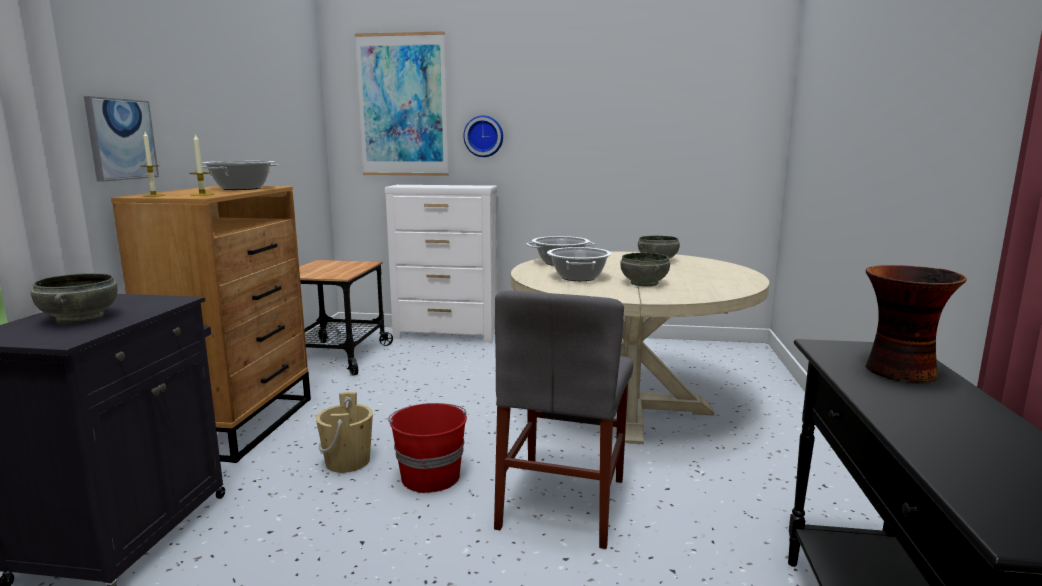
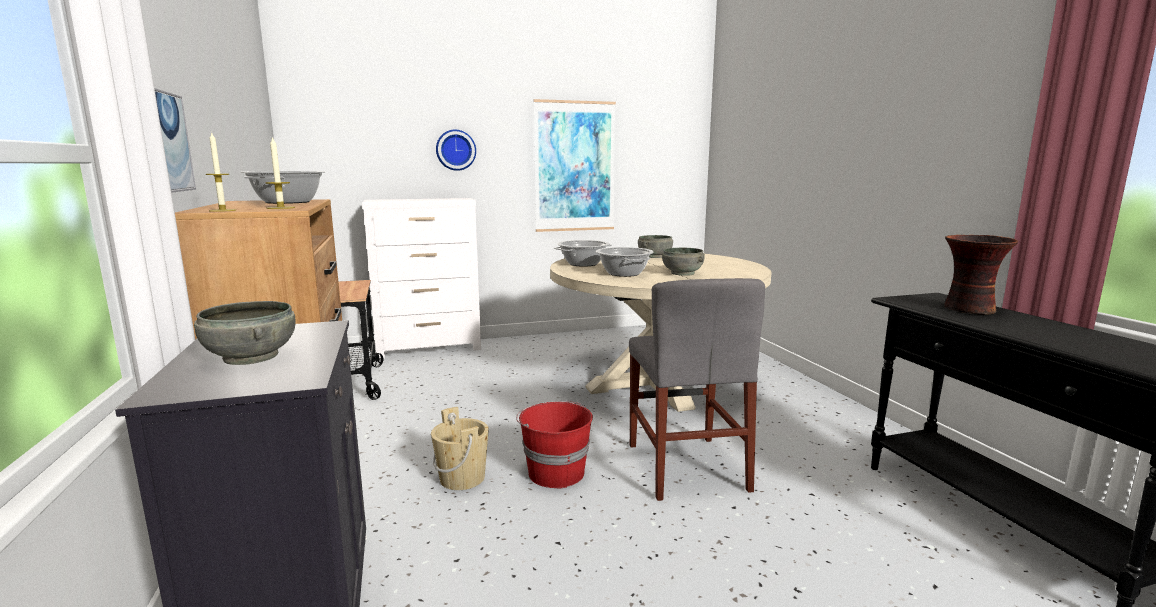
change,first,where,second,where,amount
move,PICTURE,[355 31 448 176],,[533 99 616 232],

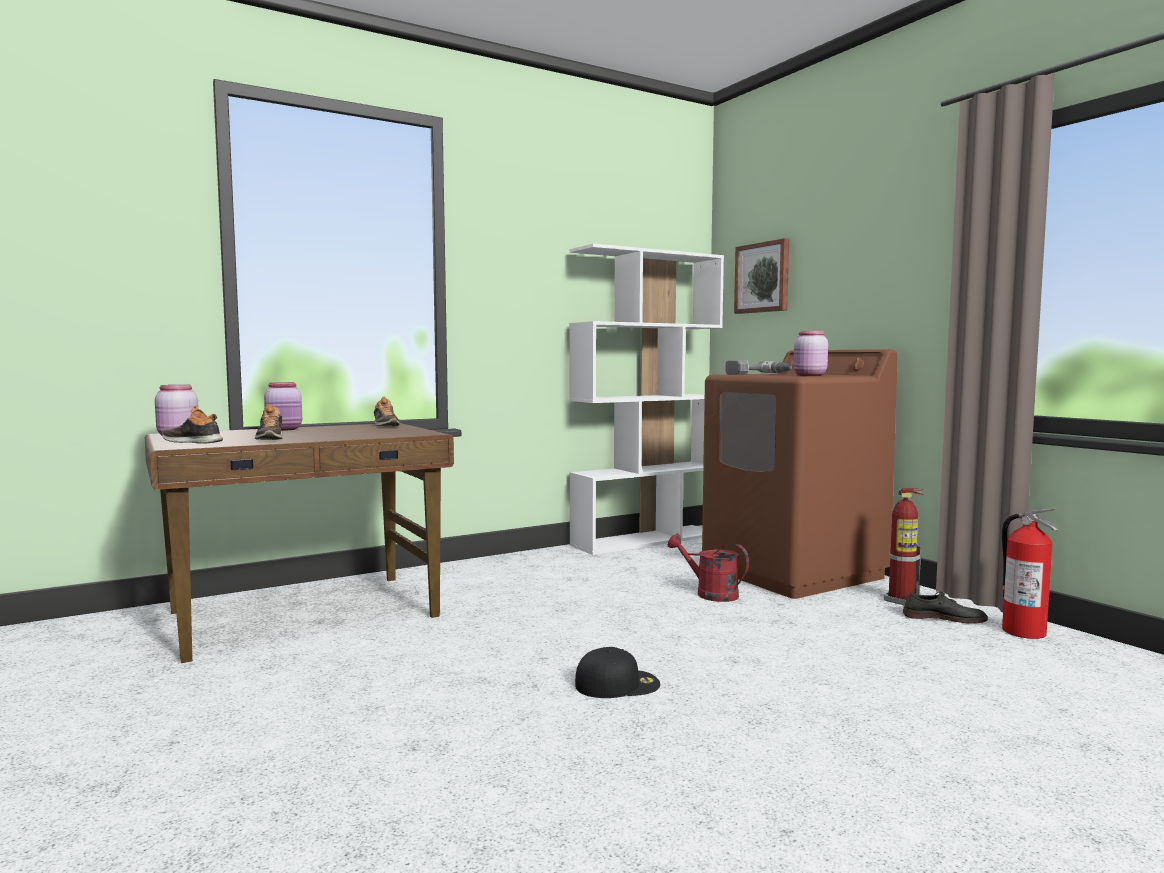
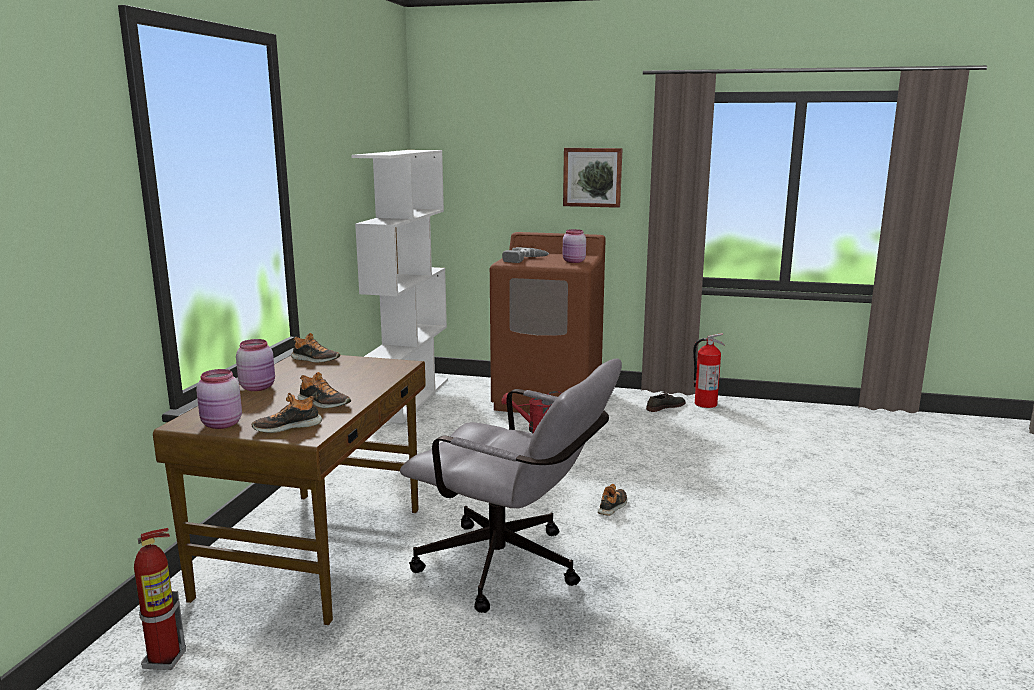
change,first,where,second,where,amount
insert,,,GREY OFFICE CHAIR,[400 358 622 613],
move,PICTURE,[734 238 789 314],,[563 148 623 208],
move,FIRE EXTINGUISHER,[883 488 924 606],,[134 528 186 670],
replace,BLACK CAP,[575 647 660 698],SHOE,[598 484 627 516],

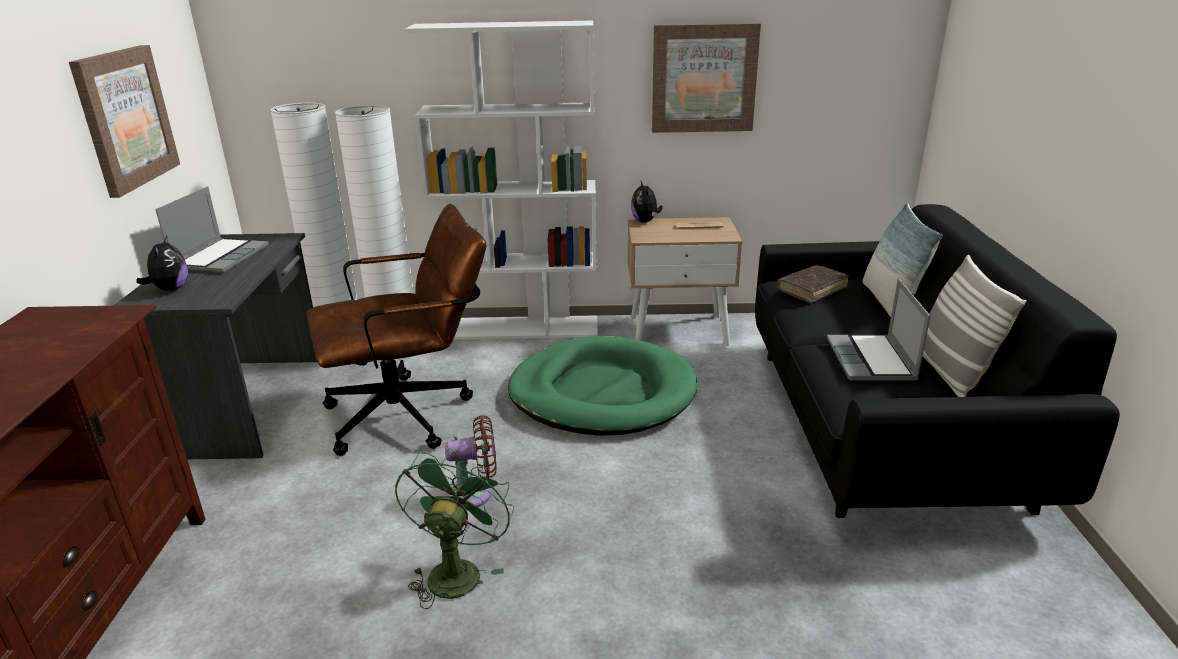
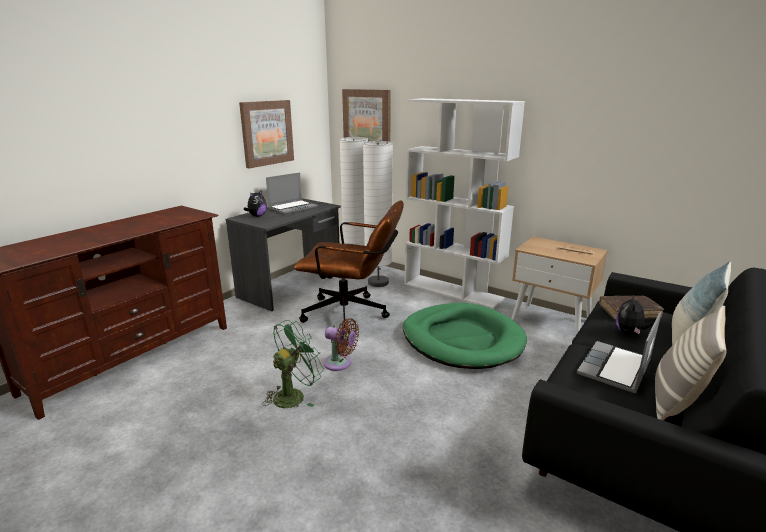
change,first,where,second,where,amount
move,PLUSH TOY,[631 181 663 223],,[616 294 652 335],
move,PICTURE,[652 23 761 133],,[342 89 391 142],

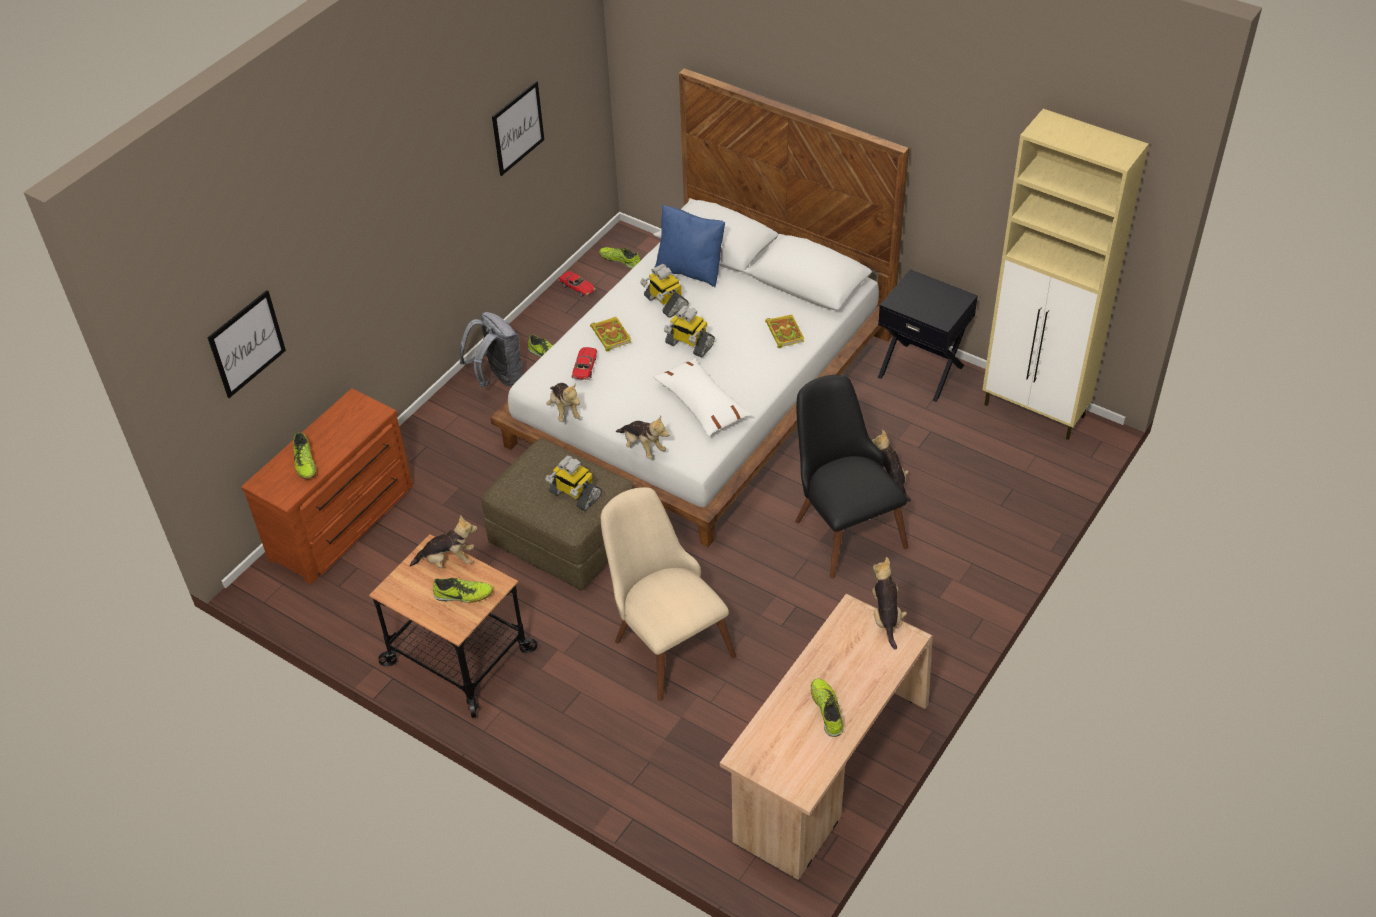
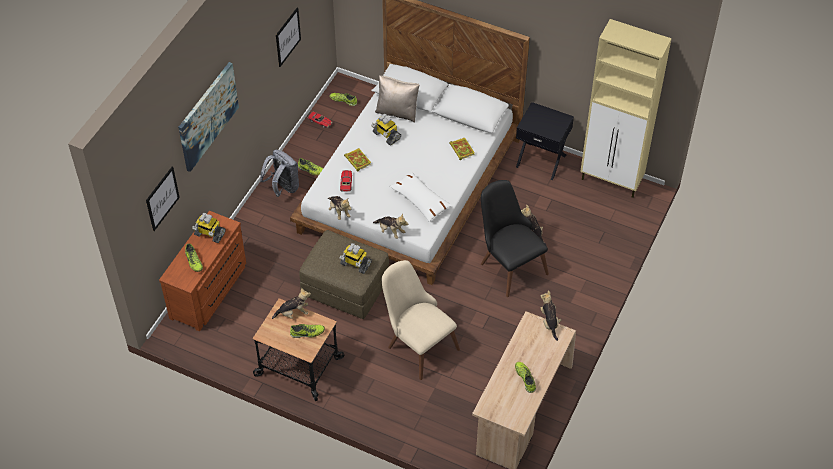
change,first,where,second,where,amount
insert,,,PICTURE,[178 62 239 172],
move,TOY ROBOT,[664 305 715 357],,[192 213 226 243],
recolor,BLUE PILLOW,[654 205 725 287],BEIGE PILLOW,[375 75 419 123],

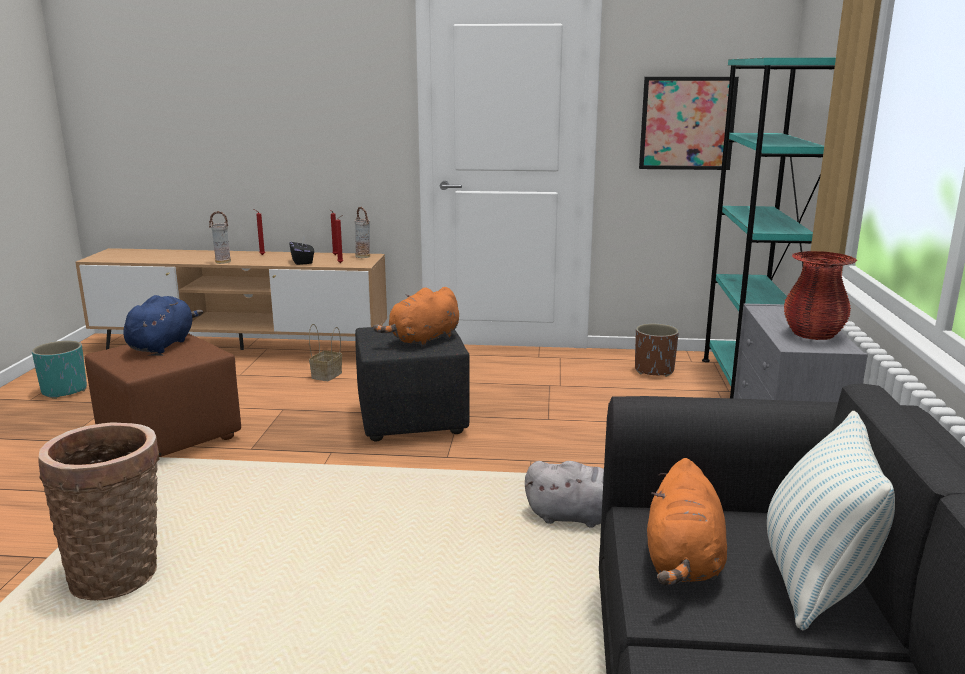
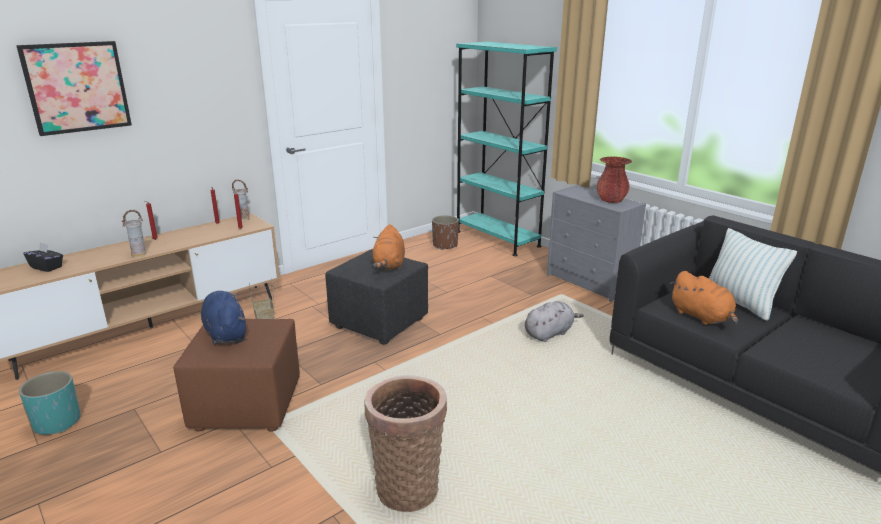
change,first,where,second,where,amount
move,BLACK TISSUE BOX,[290 237 314 265],,[24 242 63 272],
move,PICTURE,[639 77 739 170],,[16 41 132 136],

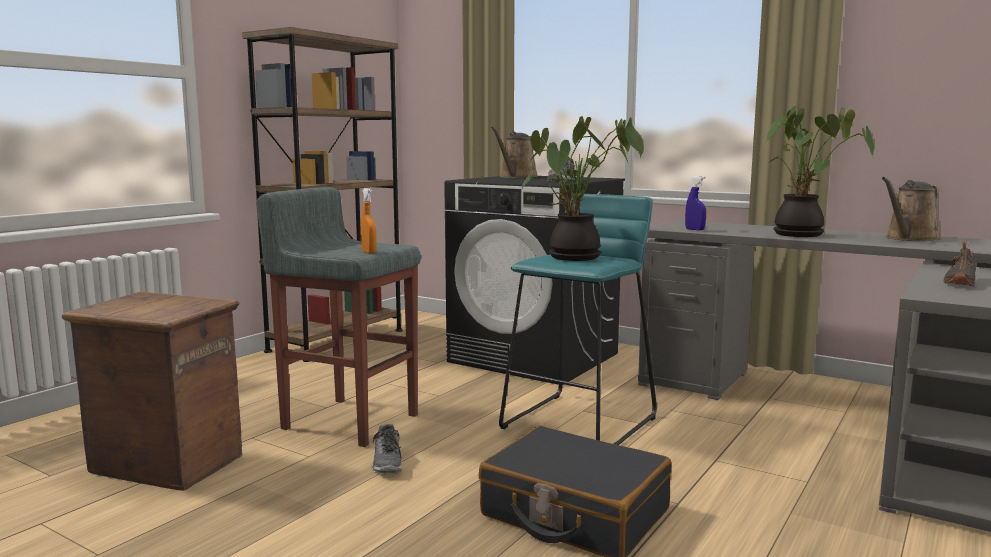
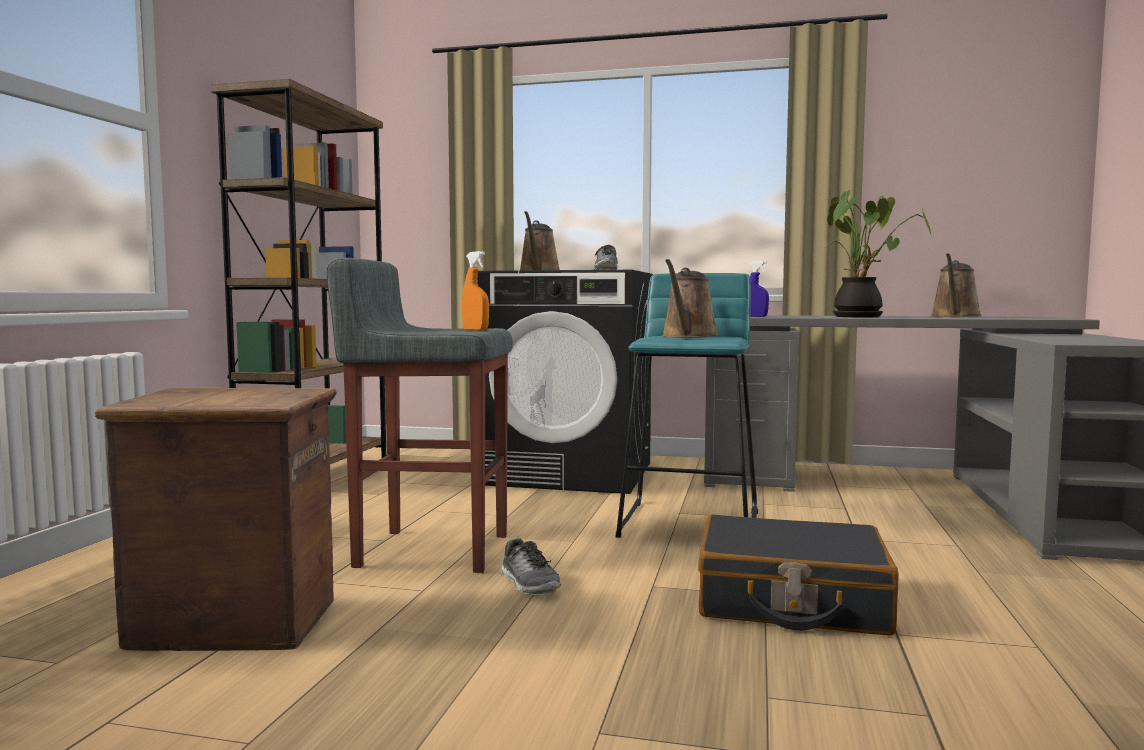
change,first,where,second,where,amount
delete,BLACK SHOE,[943 241 976 286],,,
replace,POTTED PLANT,[521 116 644 261],BROWN WATERING CAN,[662 259 719 338],

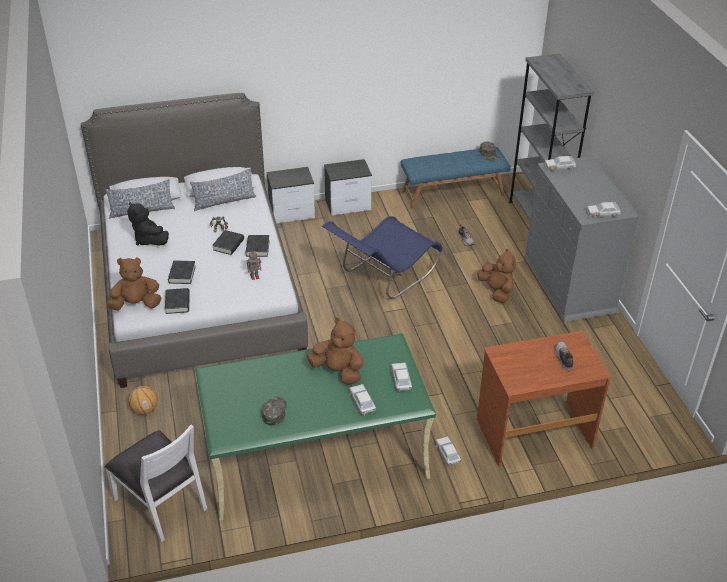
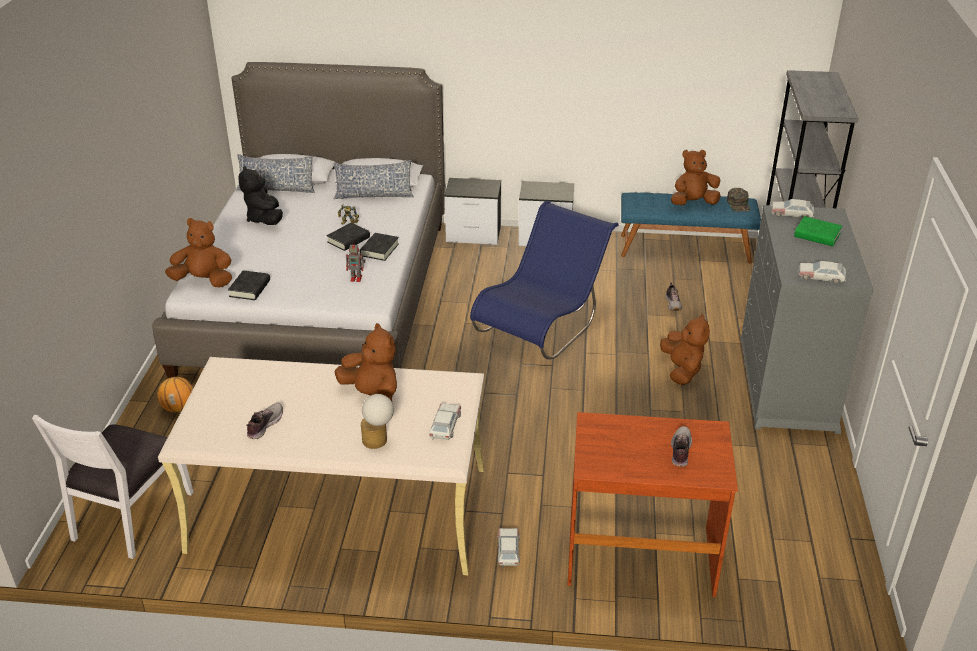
change,first,where,second,where,amount
delete,BLACK BOOK,[168 261 196 284],,,
insert,,,BROWN PLUSH TOY,[671 150 720 205],
insert,,,GREEN BOOK,[794 216 842 246],
replace,GREEN CAP,[262 396 287 426],SHOE,[246 403 283 439],
replace,TOY CAR,[349 384 376 416],TABLE LAMP,[361 394 394 449],
recolor,GREEN DESK,[195 333 436 520],BEIGE DESK,[158 357 484 575],
rotate,WHITE CHAIR,[105 424 207 542],,[32 414 194 559],45 degrees clockwise
rotate,BLUE CHAIR,[322 216 442 299],,[470 201 618 359],150 degrees clockwise

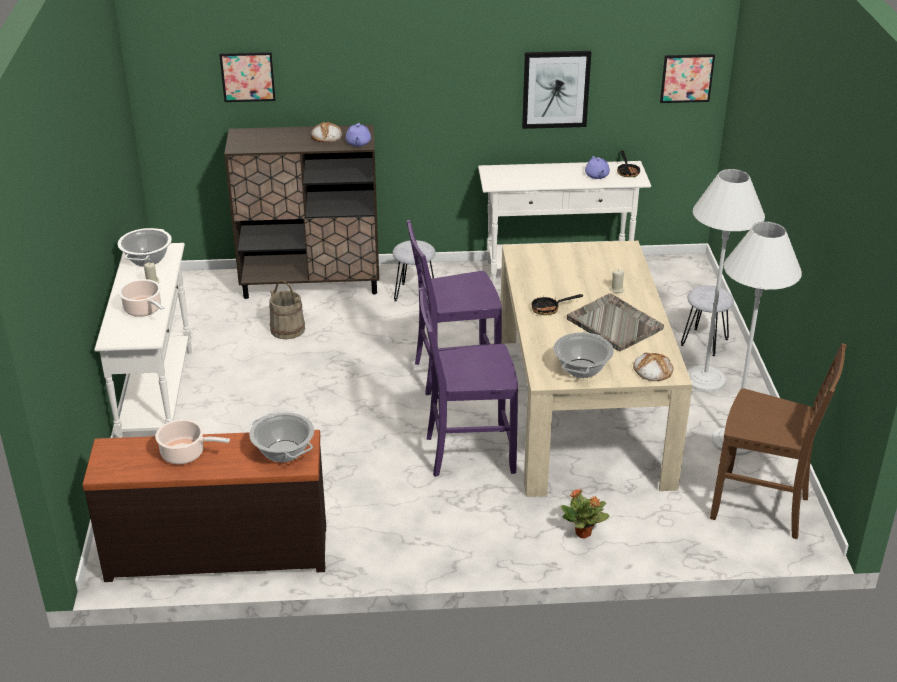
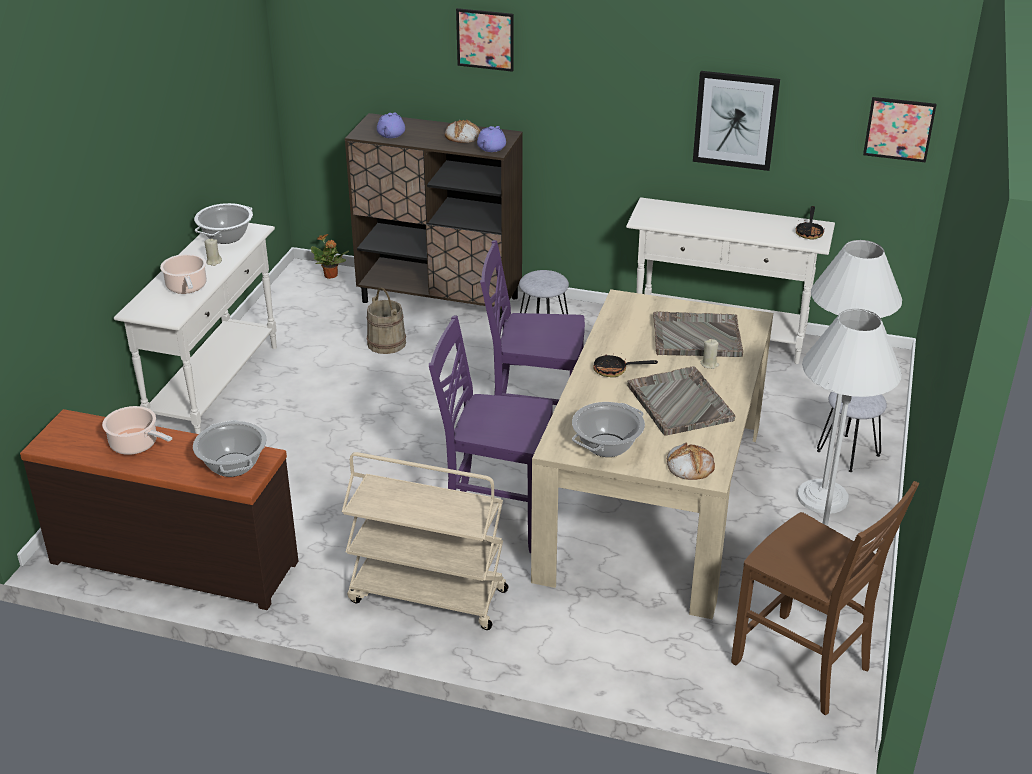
change,first,where,second,where,amount
insert,,,BEIGE CART,[342 452 508 630],
insert,,,GREY TRAY,[653 311 743 357],
move,PICTURE,[219 52 276 102],,[456 8 514 72],
move,POTTED PLANT,[561 489 609 539],,[311 234 349 279],
move,PURPLE TEAPOT,[585 156 610 179],,[377 112 405 138],

